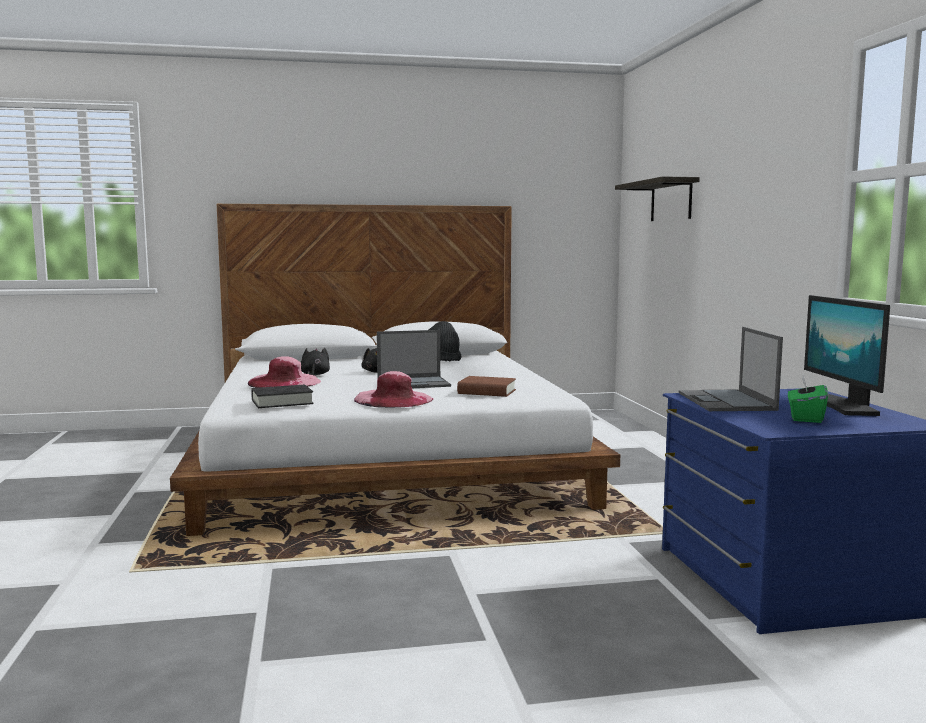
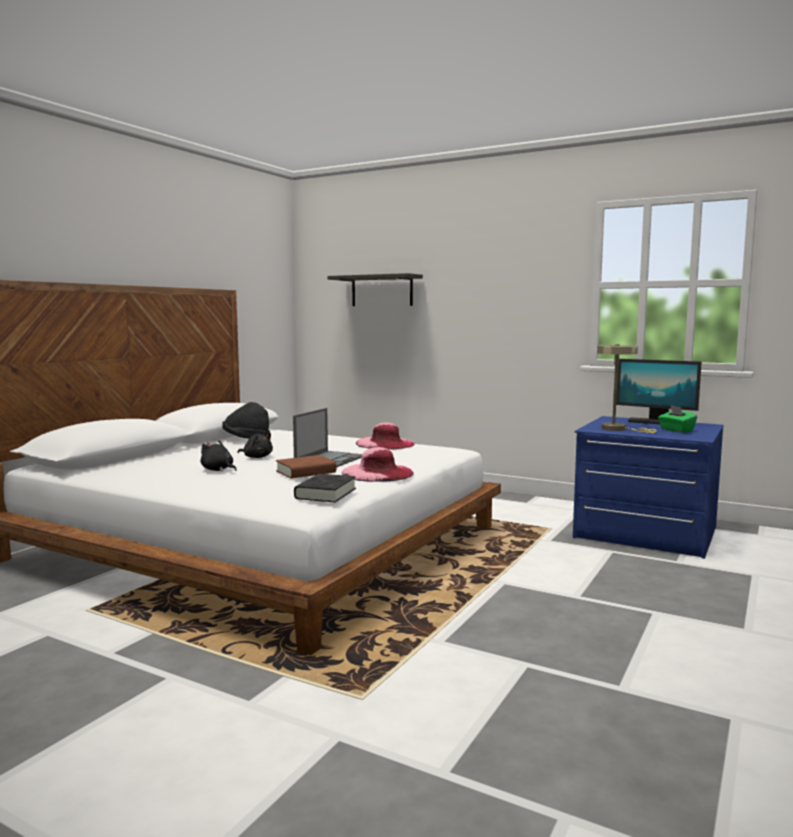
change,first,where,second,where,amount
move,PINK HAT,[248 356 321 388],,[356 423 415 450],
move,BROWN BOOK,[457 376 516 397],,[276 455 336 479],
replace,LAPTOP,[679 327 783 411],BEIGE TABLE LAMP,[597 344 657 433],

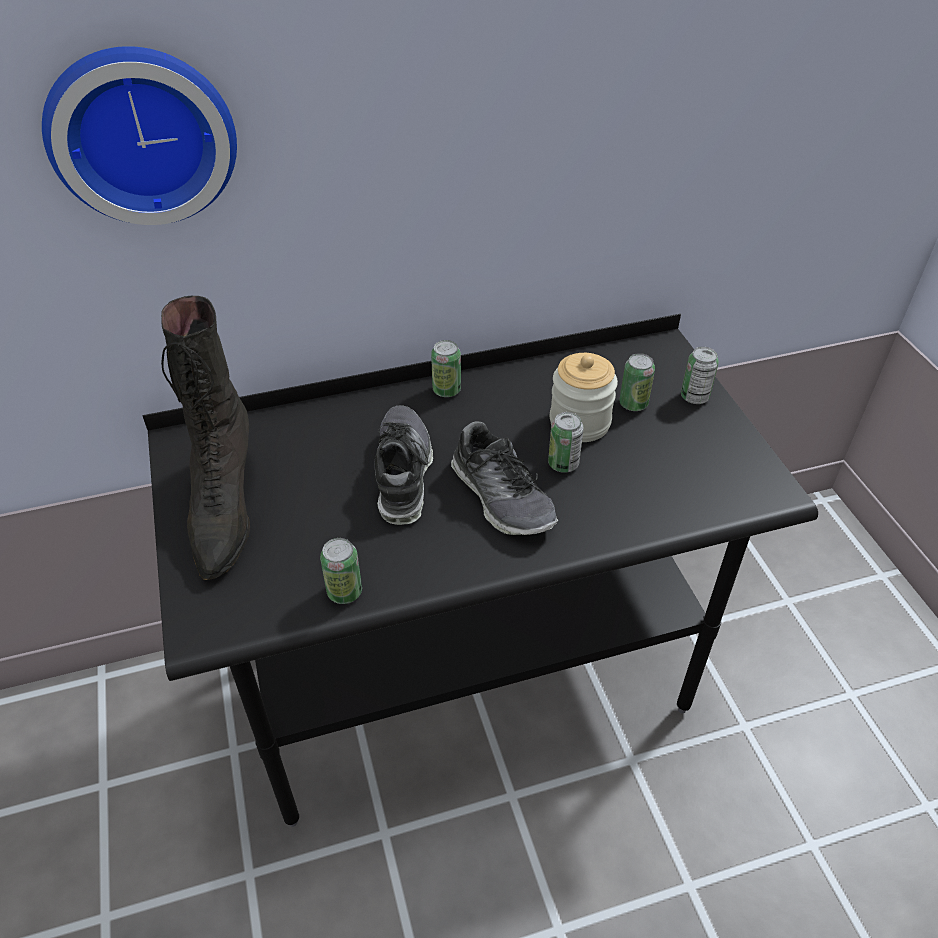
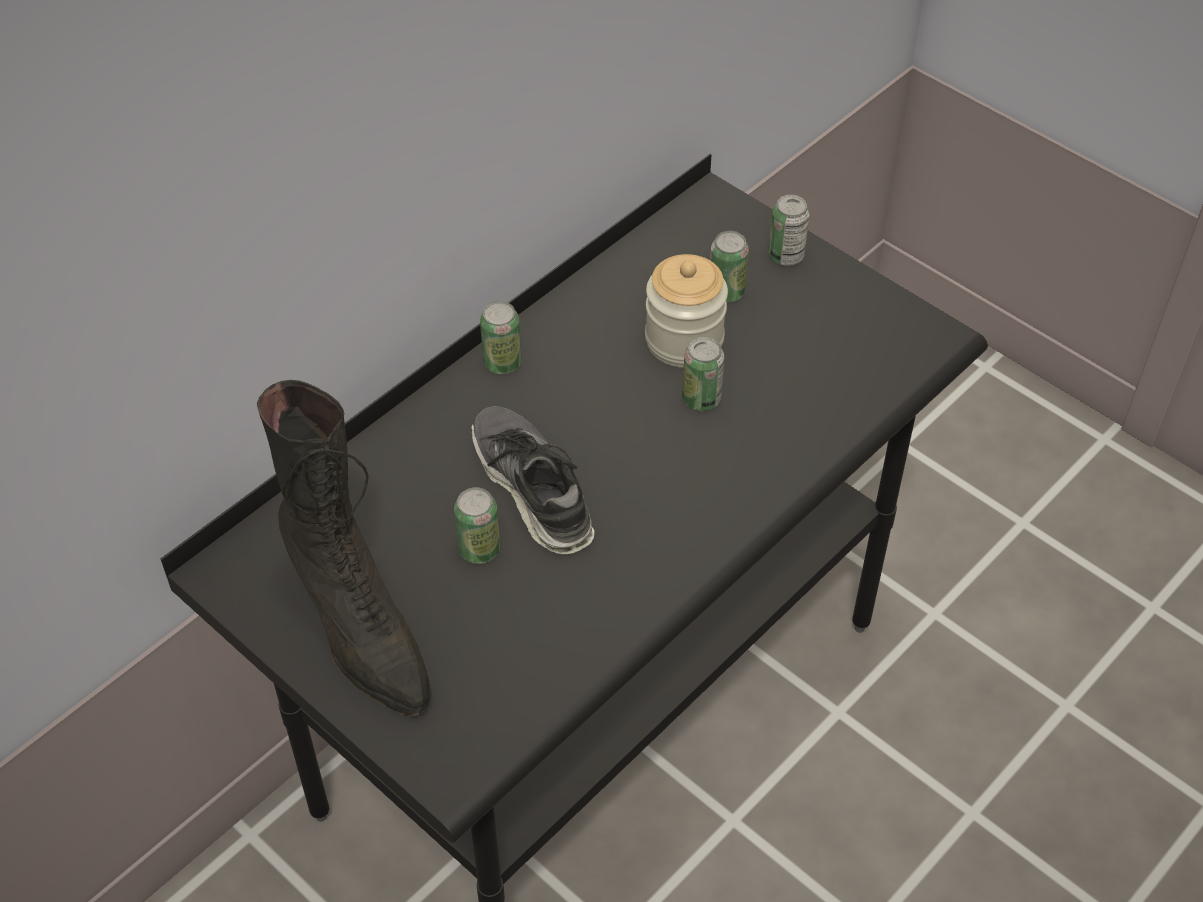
change,first,where,second,where,amount
delete,WALL CLOCK,[42 46 237 225],,,
delete,SHOE,[451 421 558 535],,,
move,CAN,[320 538 362 604],,[454 487 500 564],

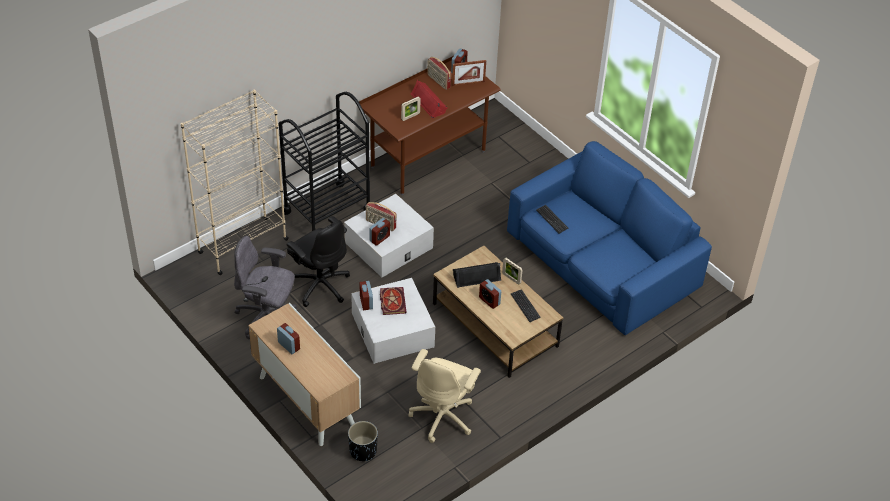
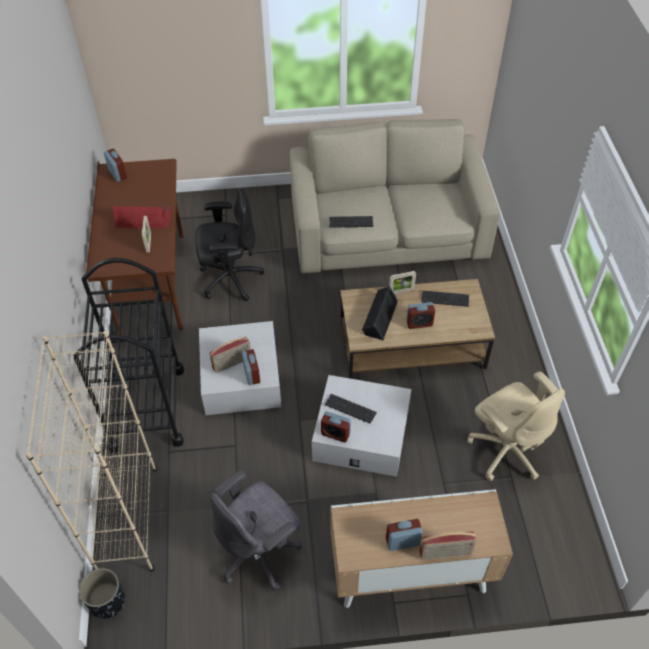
change,first,where,second,where,amount
delete,PICTURE FRAME,[452 60 486 86],,,
move,BLACK OFFICE CHAIR,[287 216 350 307],,[195 188 264 301],
move,BLACK PLANTER,[348 421 378 461],,[79 568 125 619],
move,RADIO,[427 57 451 90],,[419 532 476 560],
replace,BOOK,[380 287 407 315],KEYBOARD,[325 394 377 423],
recolor,BLUE SOFA,[507 141 712 335],BEIGE SOFA,[290 119 500 273],

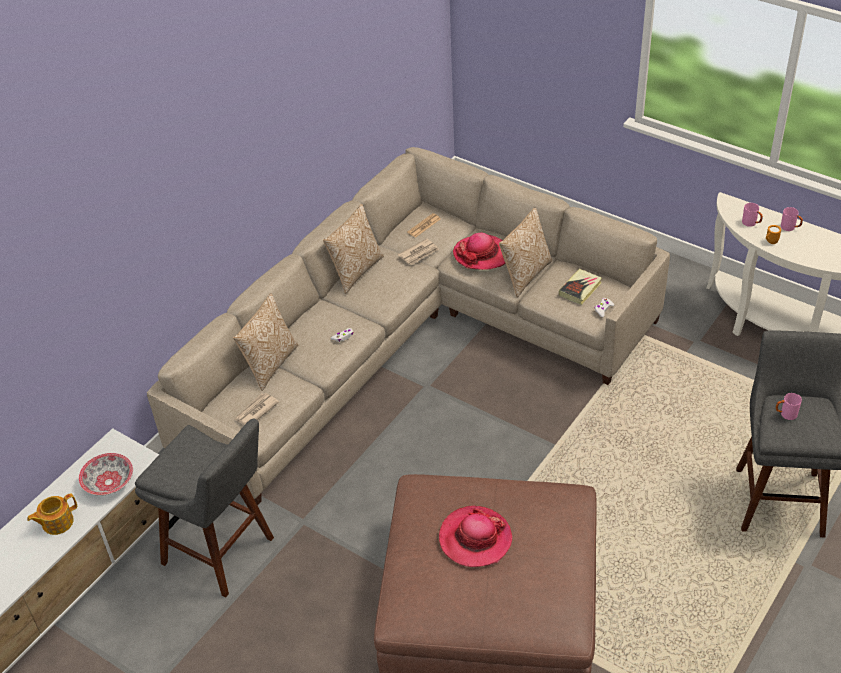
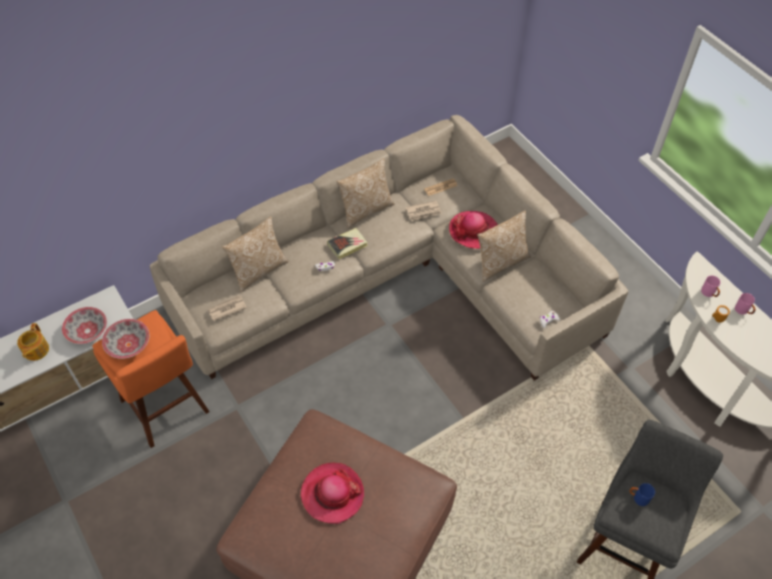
change,first,where,second,where,amount
insert,,,BOWL,[102 319 149 359],
move,BOOK,[559 269 602 305],,[327 228 368 259],
recolor,GREY STOOL,[135 419 274 598],ORANGE STOOL,[92 310 210 448],
recolor,PINK MUG,[776 393 802 420],BLUE MUG,[630 483 655 506],
rotate,TEAPOT,[27 493 77 535],,[17 323 49 361],75 degrees counterclockwise

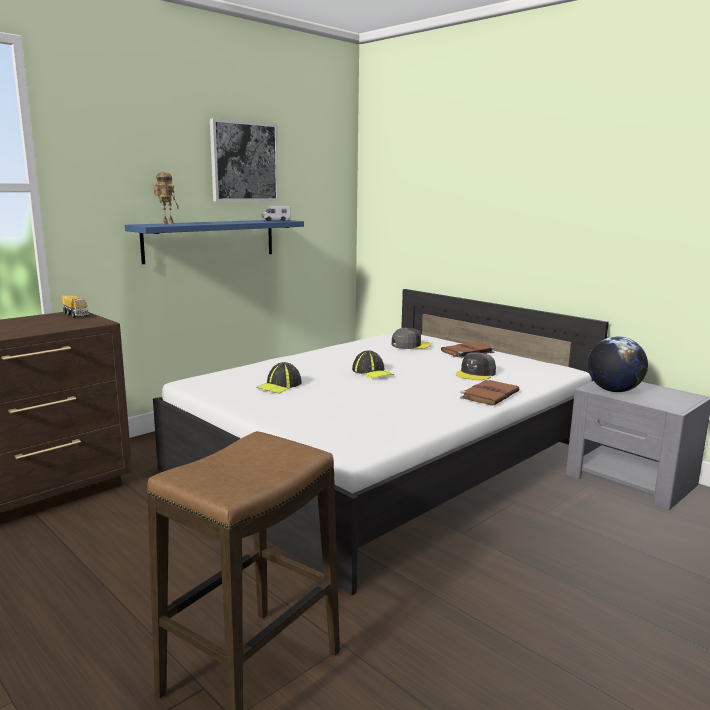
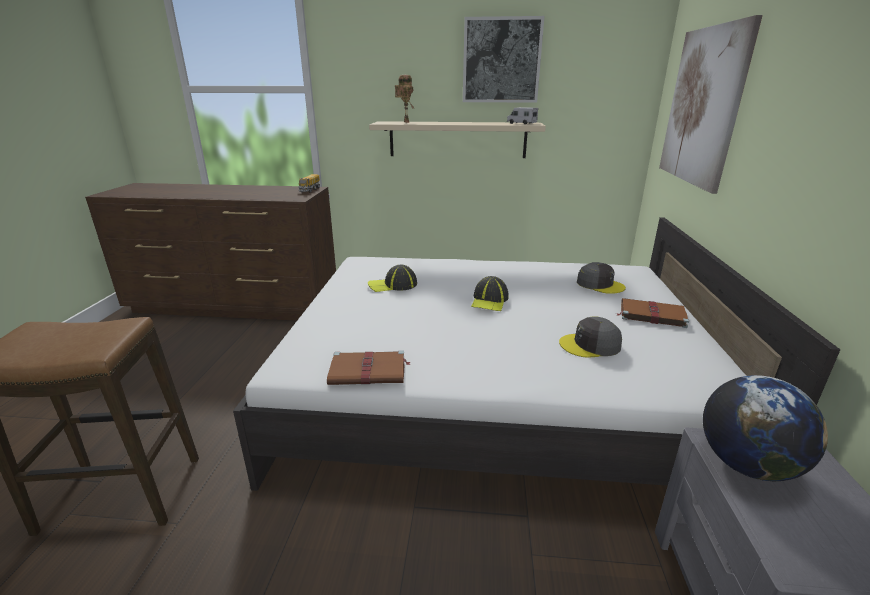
change,first,where,second,where,amount
insert,,,PICTURE,[659 15 763 194],
move,BROWN BOOK,[460 379 519 406],,[327 350 411 385],
recolor,BLUE SHELF,[125 220 304 264],BEIGE SHELF,[369 121 546 158],

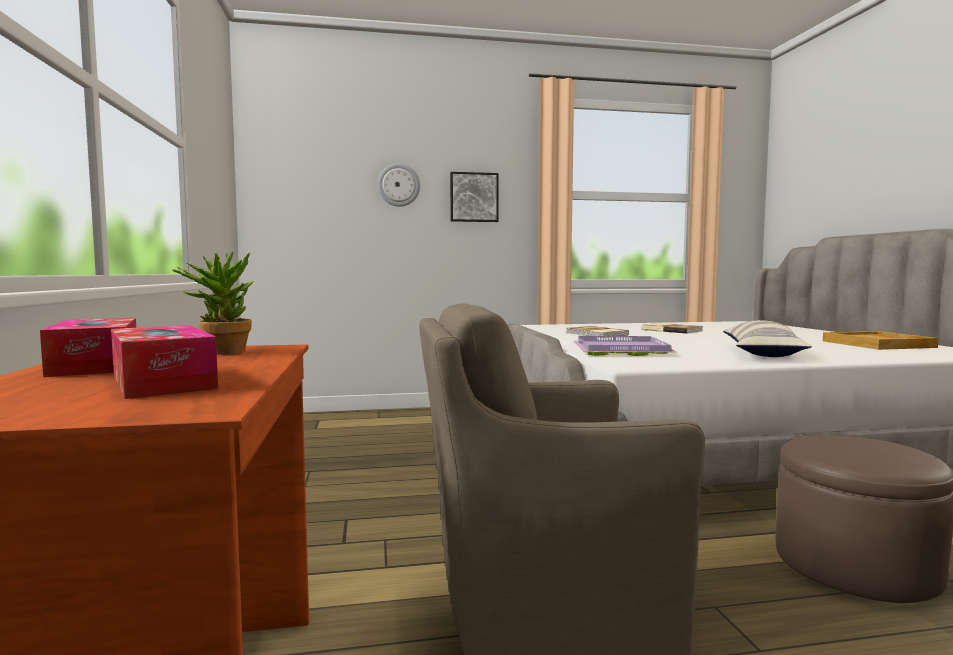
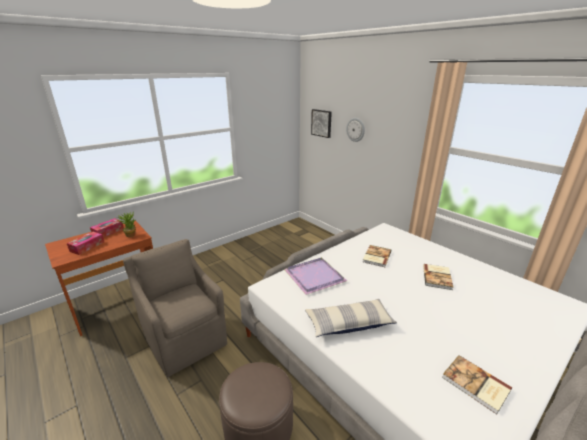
change,first,where,second,where,amount
move,PICTURE,[450 172 499 222],,[311 109 332 138],
replace,BEIGE TRAY,[823 331 939 350],BOOK,[442 355 512 414],

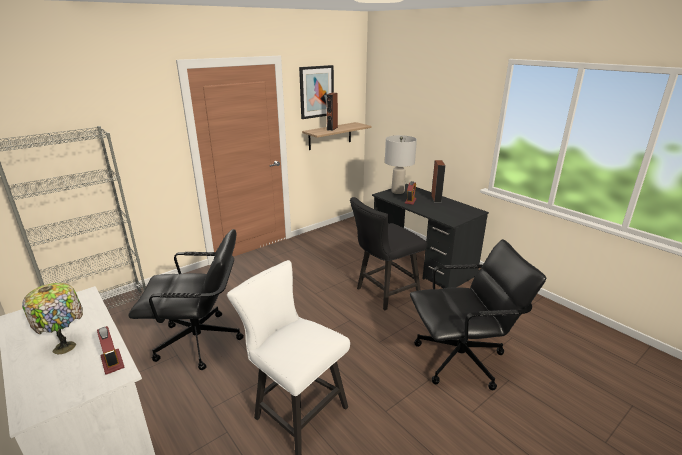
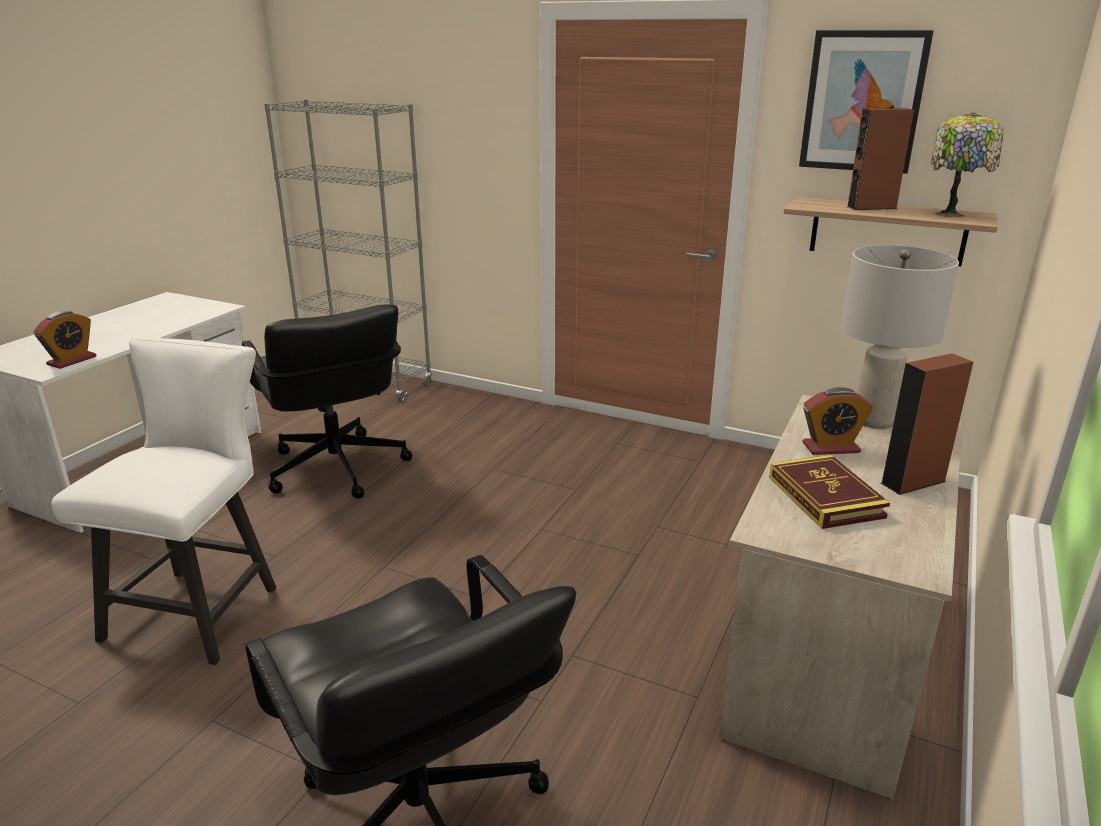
change,first,where,second,where,amount
delete,BLACK CHAIR,[350 197 427 310],,,
insert,,,BOOK,[769 455 890 529],
move,TABLE LAMP,[22 283 83 355],,[931 112 1004 217],
recolor,BLACK DESK,[372 184 489 288],BEIGE DESK,[719 395 962 799],

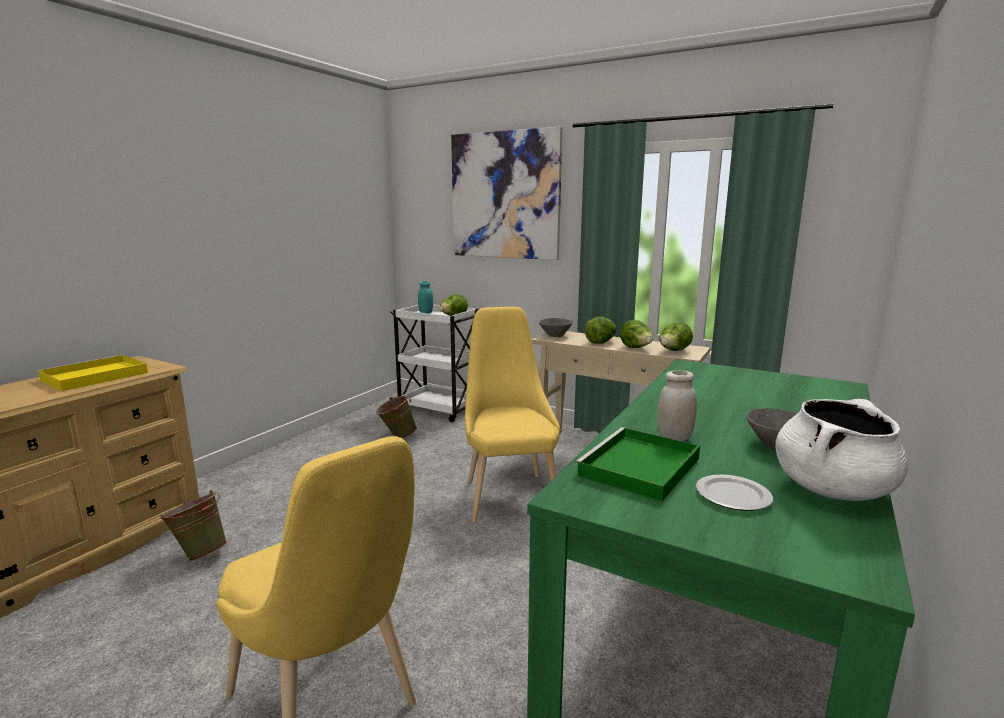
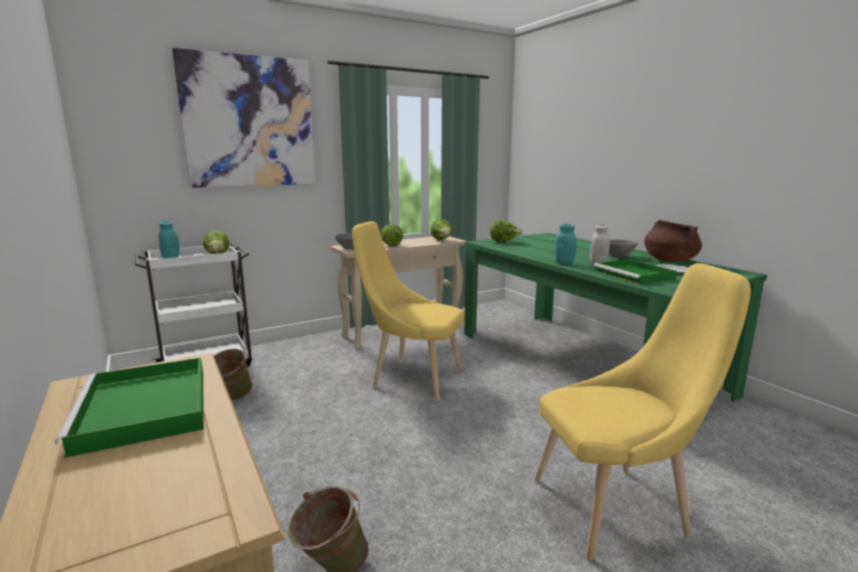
change,first,where,second,where,amount
insert,,,TURQUOISE JAR,[555 224 576 264],
move,LETTUCE,[620 320 653 348],,[490 220 523 242],
recolor,YELLOW TRAY,[38 355 148 391],GREEN TRAY,[55 358 204 458],
recolor,WHITE COOKING POT,[775 399 908 501],BROWN COOKING POT,[644 220 702 262],

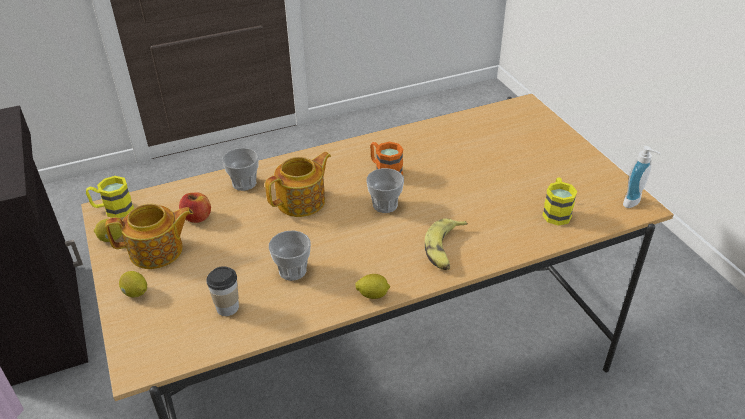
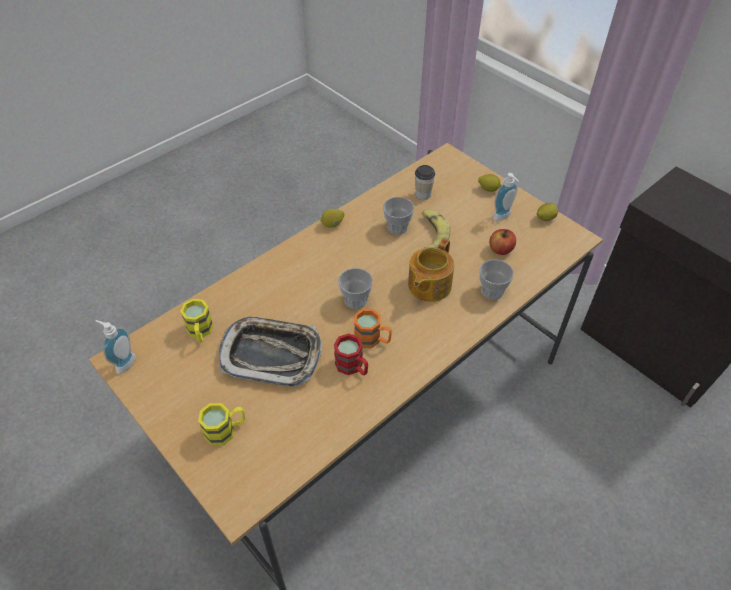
change,first,where,second,where,amount
insert,,,TRAY,[219 317 322 386],
insert,,,RED MUG,[334 334 368 375],
move,YELLOW MUG,[86 176 134 218],,[198 403 245 446],
move,BANANA,[425 218 468 270],,[422 210 450 248],
replace,TEAPOT,[106 204 193 269],SOAP DISPENSER,[493 173 519 221],

